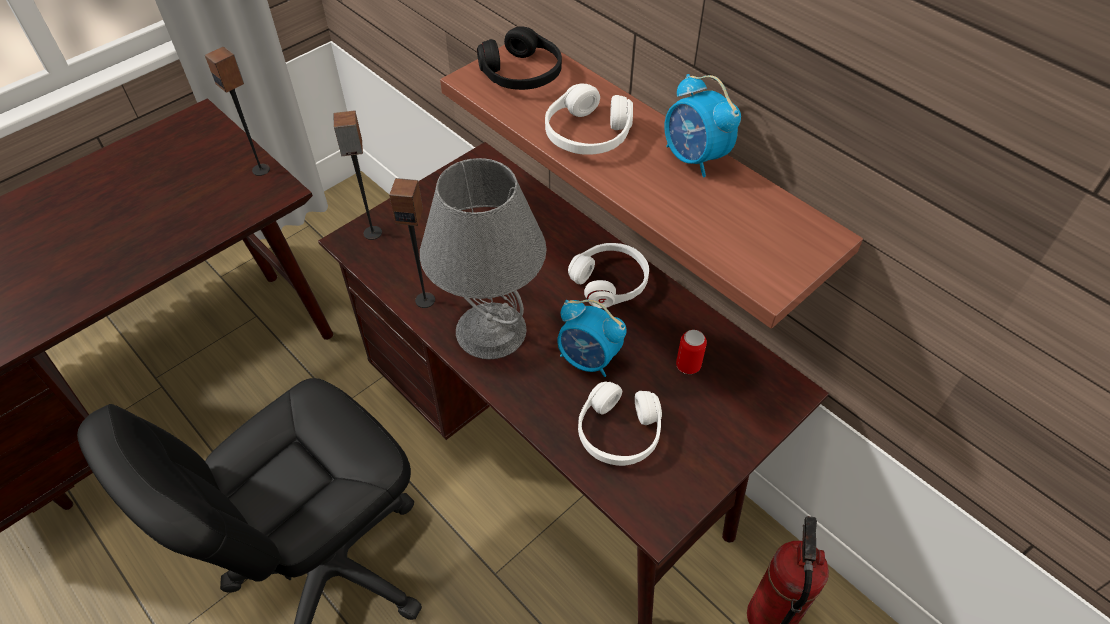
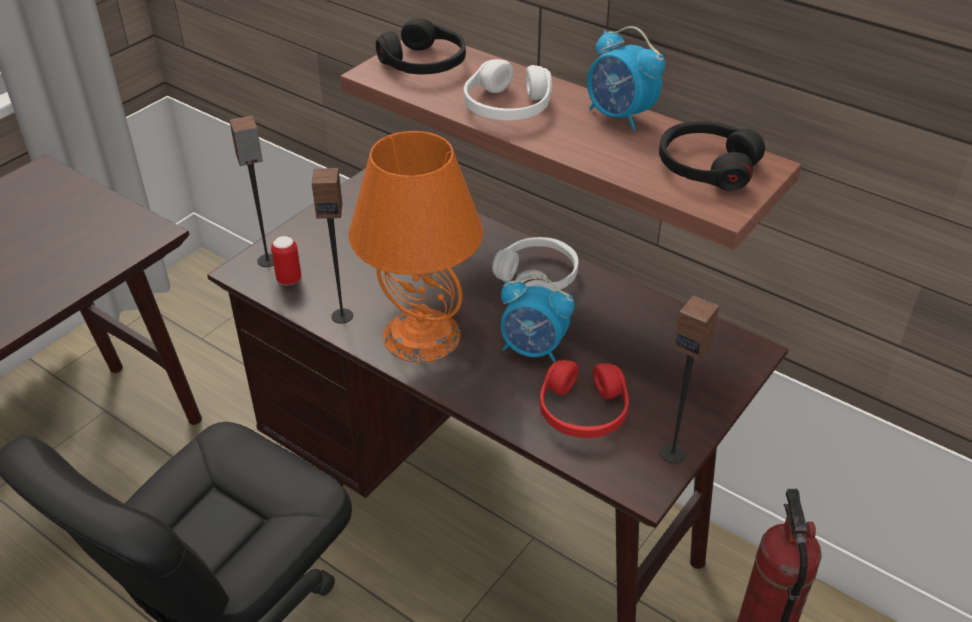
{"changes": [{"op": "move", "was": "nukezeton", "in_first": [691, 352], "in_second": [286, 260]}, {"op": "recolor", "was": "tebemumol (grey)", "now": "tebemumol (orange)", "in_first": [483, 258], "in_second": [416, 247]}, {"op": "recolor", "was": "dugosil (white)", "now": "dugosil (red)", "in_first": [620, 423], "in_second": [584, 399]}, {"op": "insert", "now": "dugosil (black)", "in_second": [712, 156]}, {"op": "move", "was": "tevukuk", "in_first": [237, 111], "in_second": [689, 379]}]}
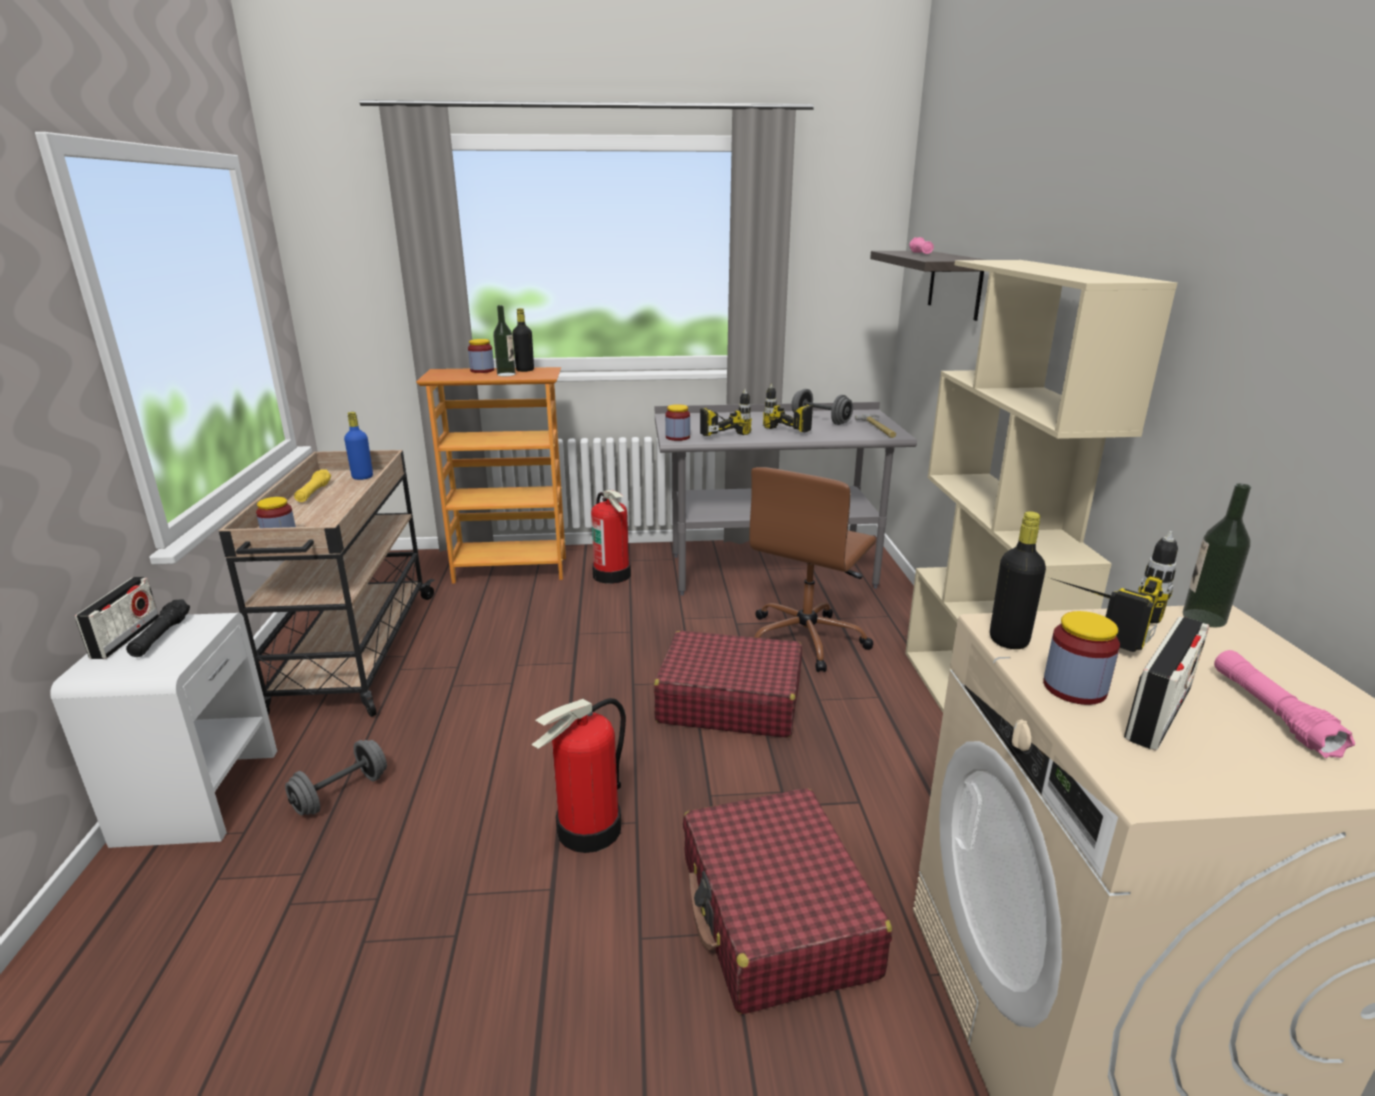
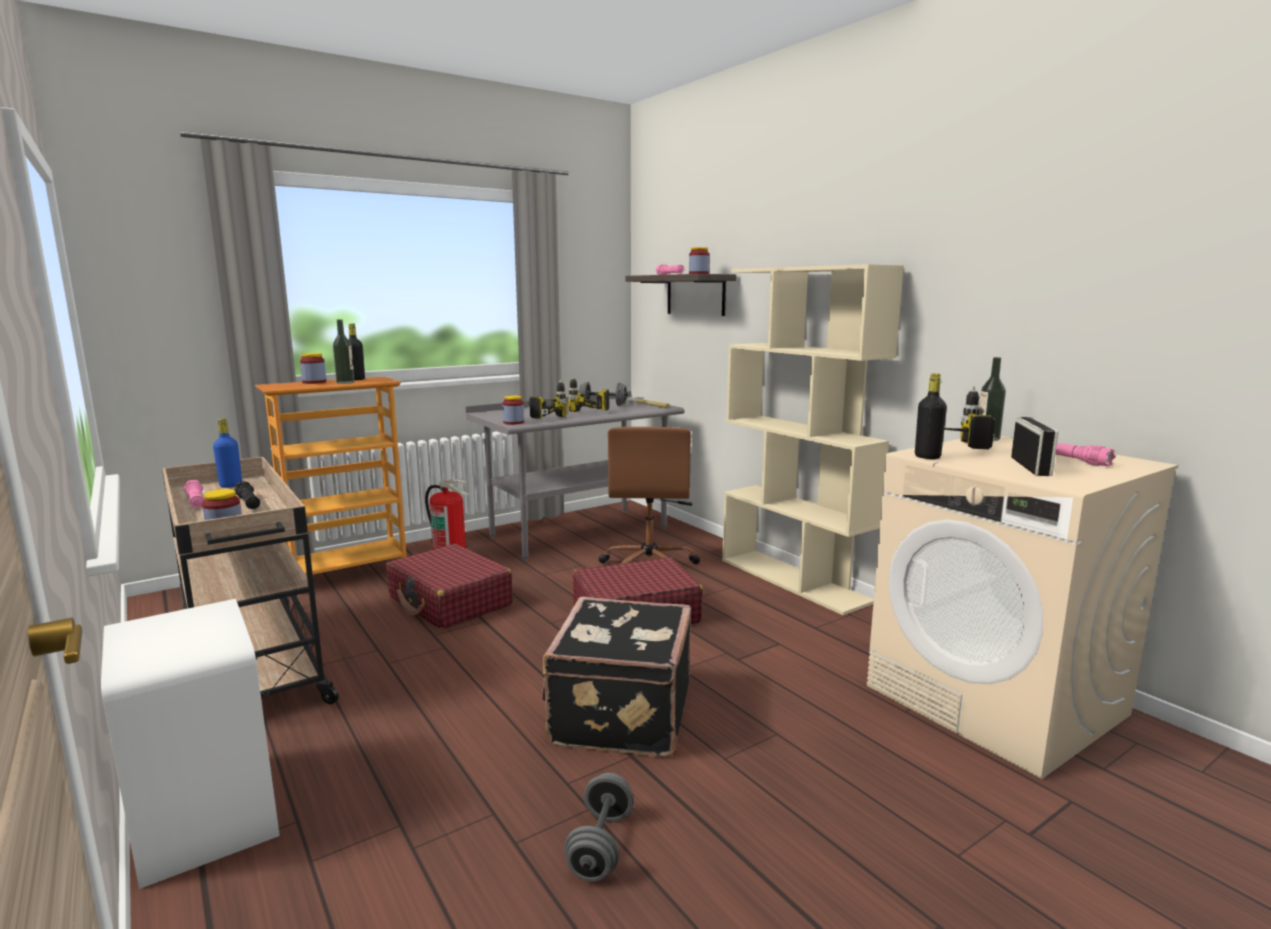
{"changes": [{"op": "recolor", "was": "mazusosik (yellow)", "now": "mazusosik (pink)", "in_first": [312, 486], "in_second": [194, 494]}, {"op": "move", "was": "mazusosik (black)", "in_first": [158, 628], "in_second": [247, 495]}, {"op": "move", "was": "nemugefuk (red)", "in_first": [787, 901], "in_second": [449, 587]}, {"op": "replace", "was": "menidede", "now": "nemugefuk (black)", "in_first": [578, 775], "in_second": [616, 677]}, {"op": "move", "was": "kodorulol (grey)", "in_first": [336, 777], "in_second": [599, 827]}, {"op": "move", "was": "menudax", "in_first": [1081, 658], "in_second": [699, 260]}, {"op": "delete", "was": "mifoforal", "in_first": [117, 618]}]}
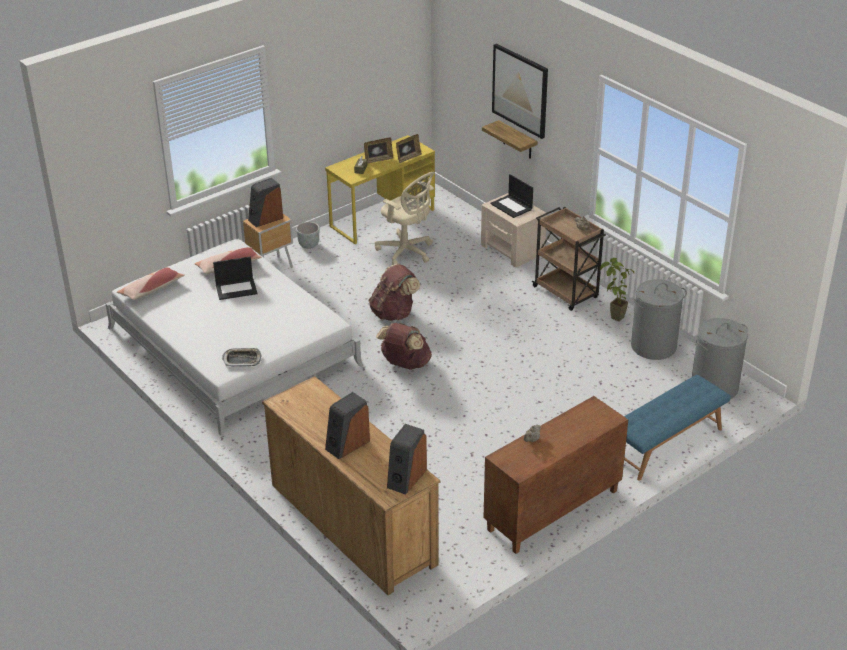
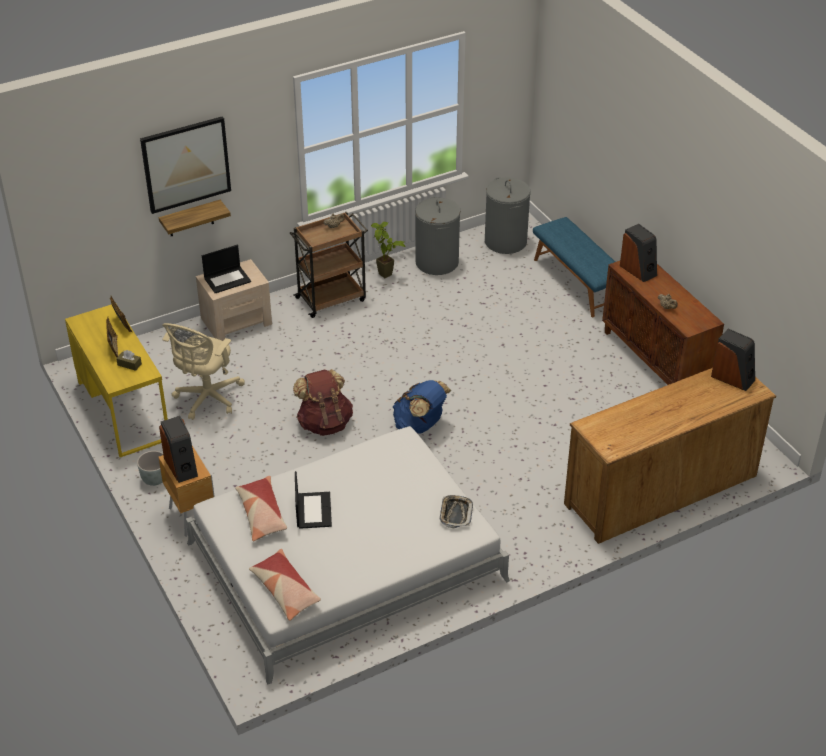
{"changes": [{"op": "rotate", "was": "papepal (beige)", "in_first": [405, 218], "in_second": [203, 371], "clockwise": 150}, {"op": "recolor", "was": "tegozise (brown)", "now": "tegozise (blue)", "in_first": [404, 346], "in_second": [422, 407]}, {"op": "move", "was": "tevukuk", "in_first": [347, 425], "in_second": [638, 253]}]}
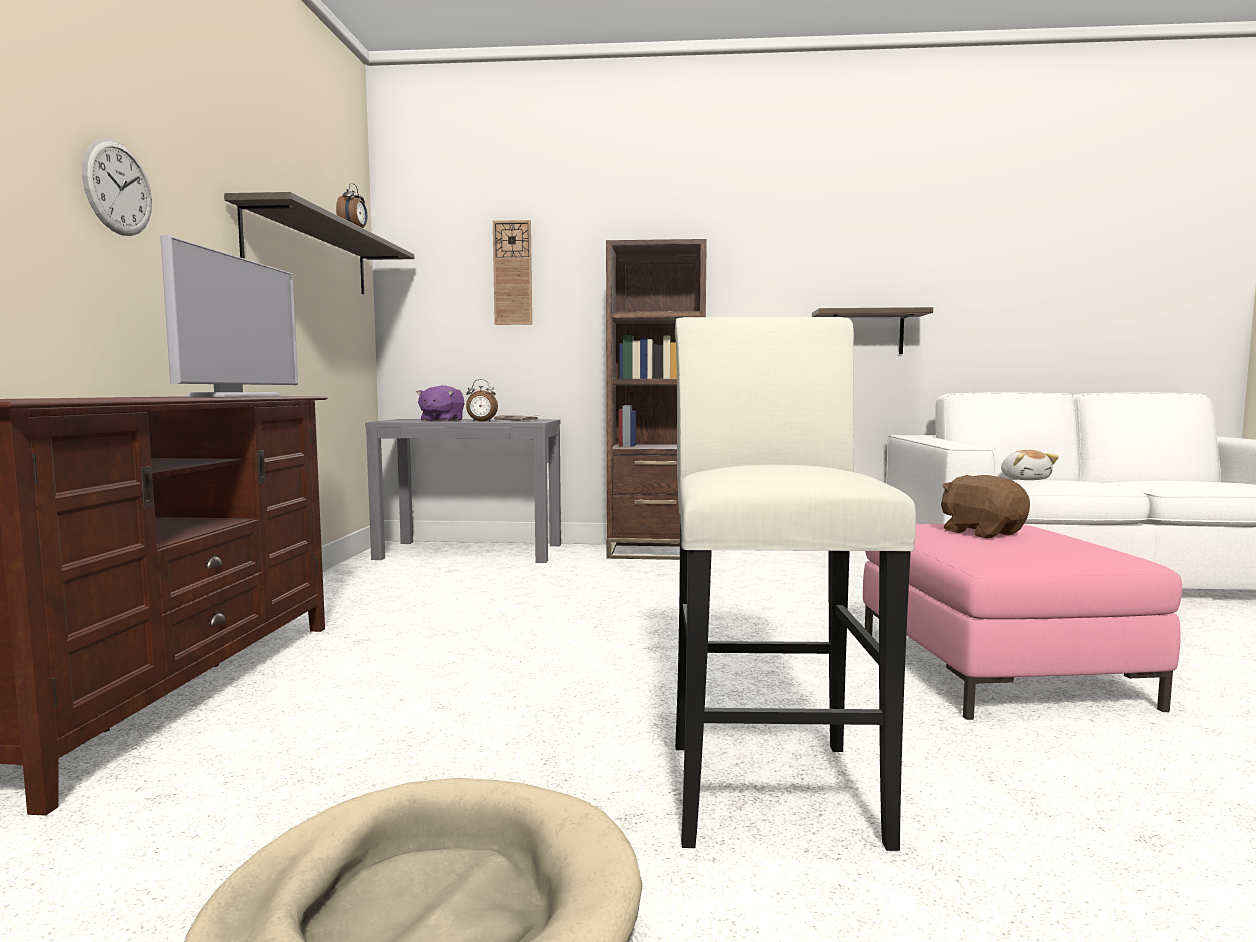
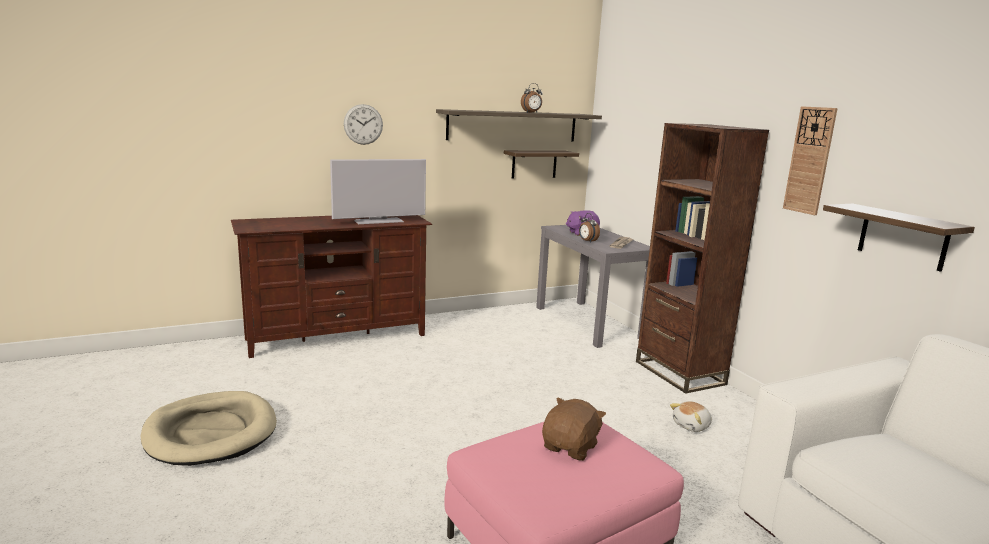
{"changes": [{"op": "insert", "now": "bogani", "in_second": [541, 164]}, {"op": "move", "was": "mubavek", "in_first": [1030, 465], "in_second": [691, 416]}, {"op": "move", "was": "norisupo", "in_first": [512, 272], "in_second": [810, 160]}, {"op": "delete", "was": "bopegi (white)", "in_first": [795, 584]}]}
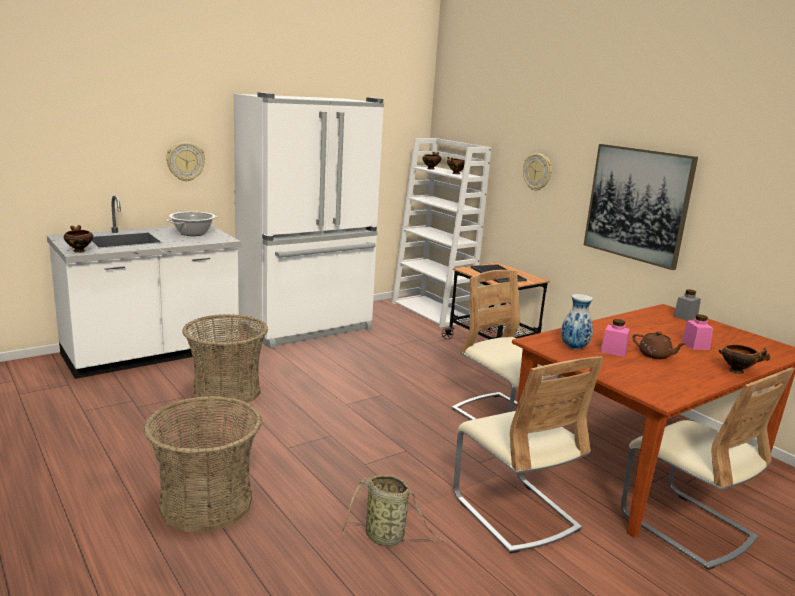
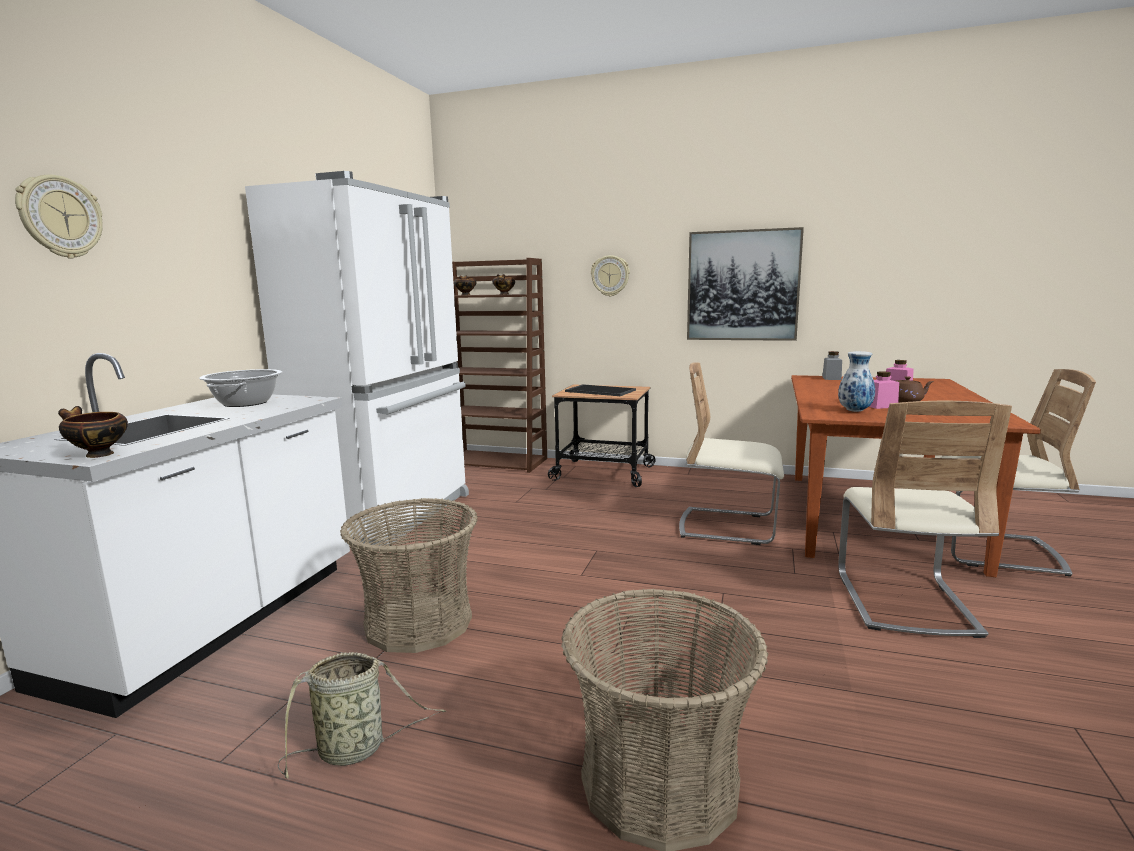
{"changes": [{"op": "move", "was": "norisupo", "in_first": [185, 162], "in_second": [59, 217]}, {"op": "move", "was": "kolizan", "in_first": [394, 510], "in_second": [362, 715]}, {"op": "recolor", "was": "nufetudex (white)", "now": "nufetudex (brown)", "in_first": [442, 233], "in_second": [499, 365]}, {"op": "rotate", "was": "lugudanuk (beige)", "in_first": [528, 455], "in_second": [925, 519], "clockwise": 75}, {"op": "delete", "was": "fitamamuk", "in_first": [745, 359]}]}
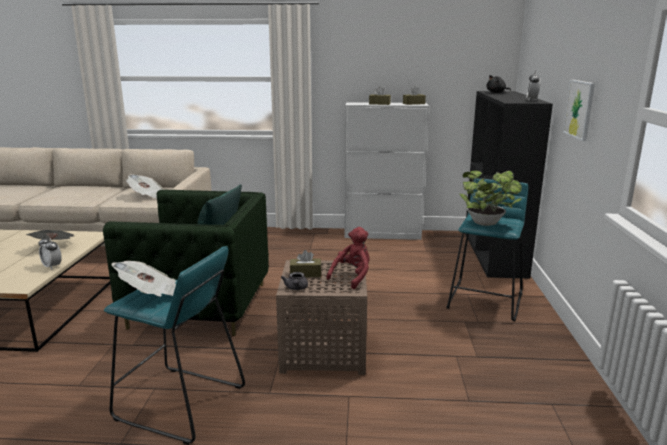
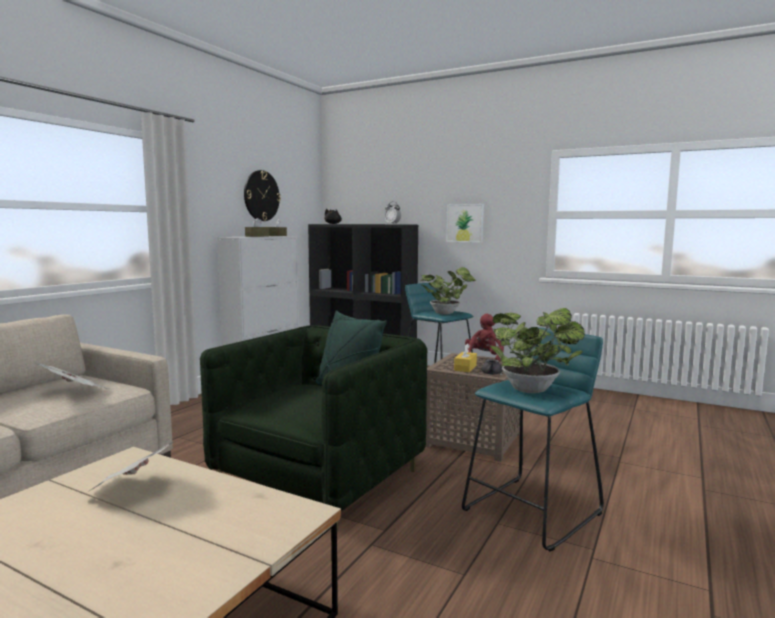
{"changes": [{"op": "insert", "now": "norisupo", "in_second": [262, 195]}, {"op": "recolor", "was": "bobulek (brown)", "now": "bobulek (yellow)", "in_first": [306, 263], "in_second": [465, 357]}, {"op": "rotate", "was": "mubavek (red)", "in_first": [347, 258], "in_second": [484, 337], "clockwise": 45}, {"op": "replace", "was": "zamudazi", "now": "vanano", "in_first": [144, 279], "in_second": [537, 350]}, {"op": "delete", "was": "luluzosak", "in_first": [50, 252]}]}
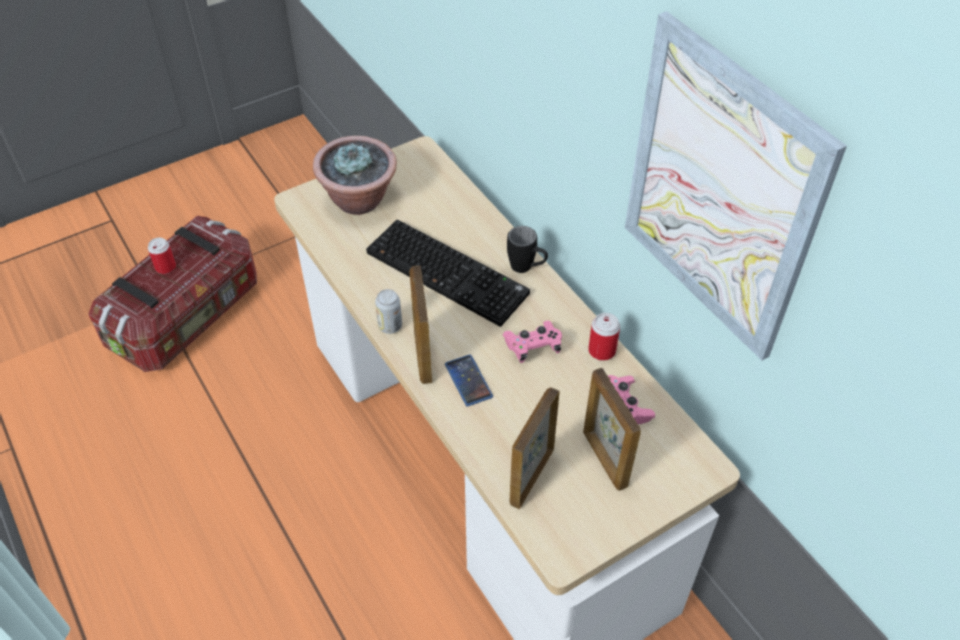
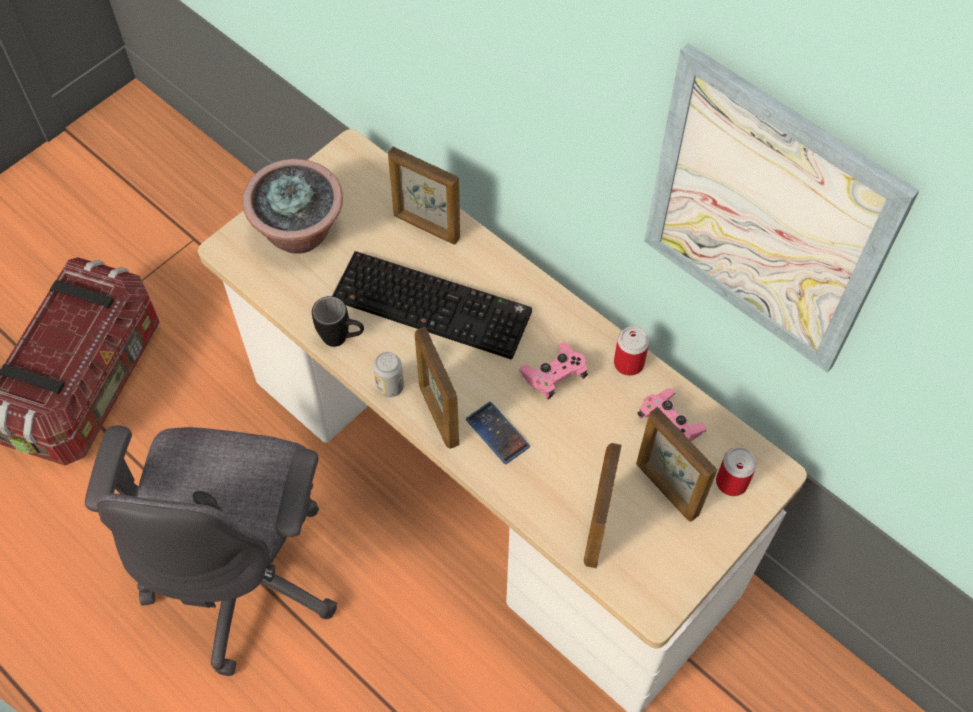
{"changes": [{"op": "insert", "now": "papepal (grey)", "in_second": [211, 550]}, {"op": "move", "was": "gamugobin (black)", "in_first": [527, 249], "in_second": [338, 321]}, {"op": "insert", "now": "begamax", "in_second": [424, 195]}, {"op": "move", "was": "nukezeton", "in_first": [162, 256], "in_second": [736, 471]}]}
